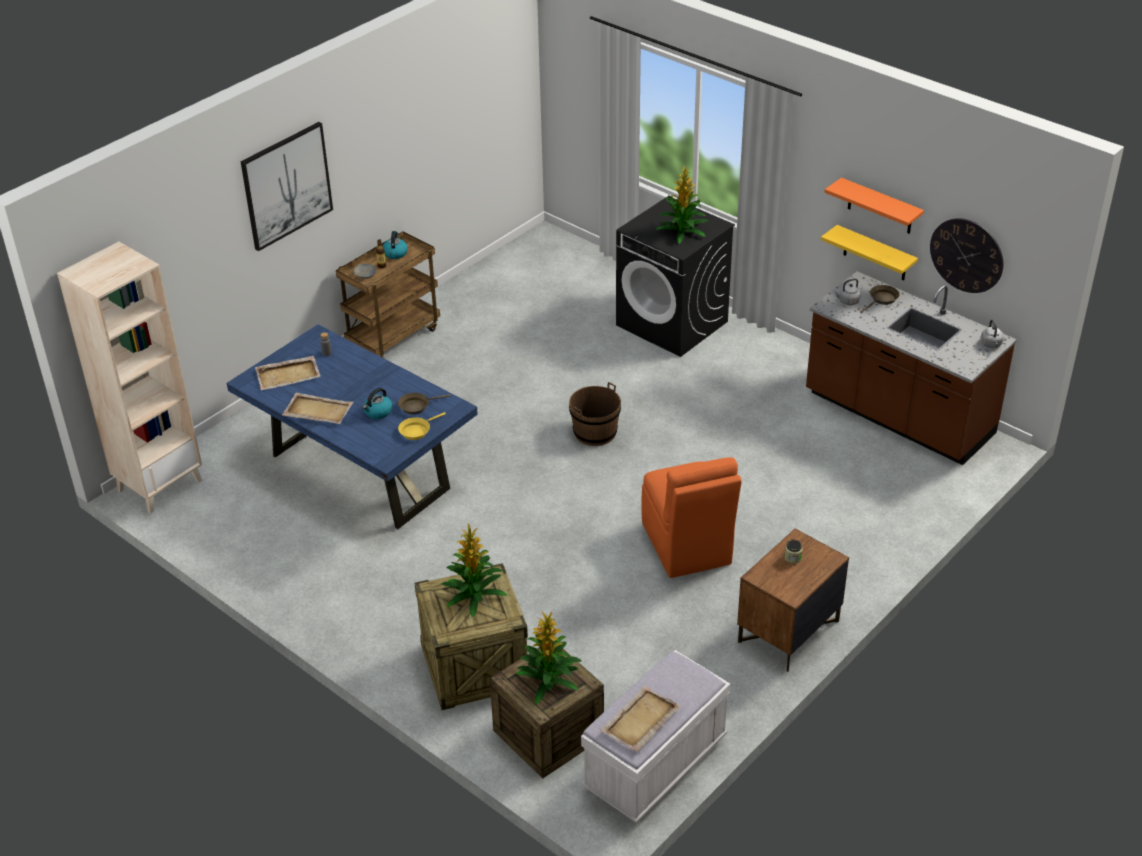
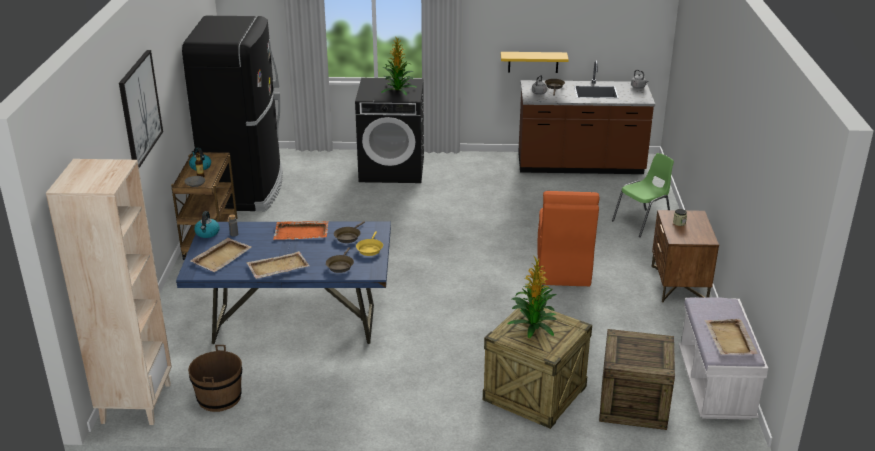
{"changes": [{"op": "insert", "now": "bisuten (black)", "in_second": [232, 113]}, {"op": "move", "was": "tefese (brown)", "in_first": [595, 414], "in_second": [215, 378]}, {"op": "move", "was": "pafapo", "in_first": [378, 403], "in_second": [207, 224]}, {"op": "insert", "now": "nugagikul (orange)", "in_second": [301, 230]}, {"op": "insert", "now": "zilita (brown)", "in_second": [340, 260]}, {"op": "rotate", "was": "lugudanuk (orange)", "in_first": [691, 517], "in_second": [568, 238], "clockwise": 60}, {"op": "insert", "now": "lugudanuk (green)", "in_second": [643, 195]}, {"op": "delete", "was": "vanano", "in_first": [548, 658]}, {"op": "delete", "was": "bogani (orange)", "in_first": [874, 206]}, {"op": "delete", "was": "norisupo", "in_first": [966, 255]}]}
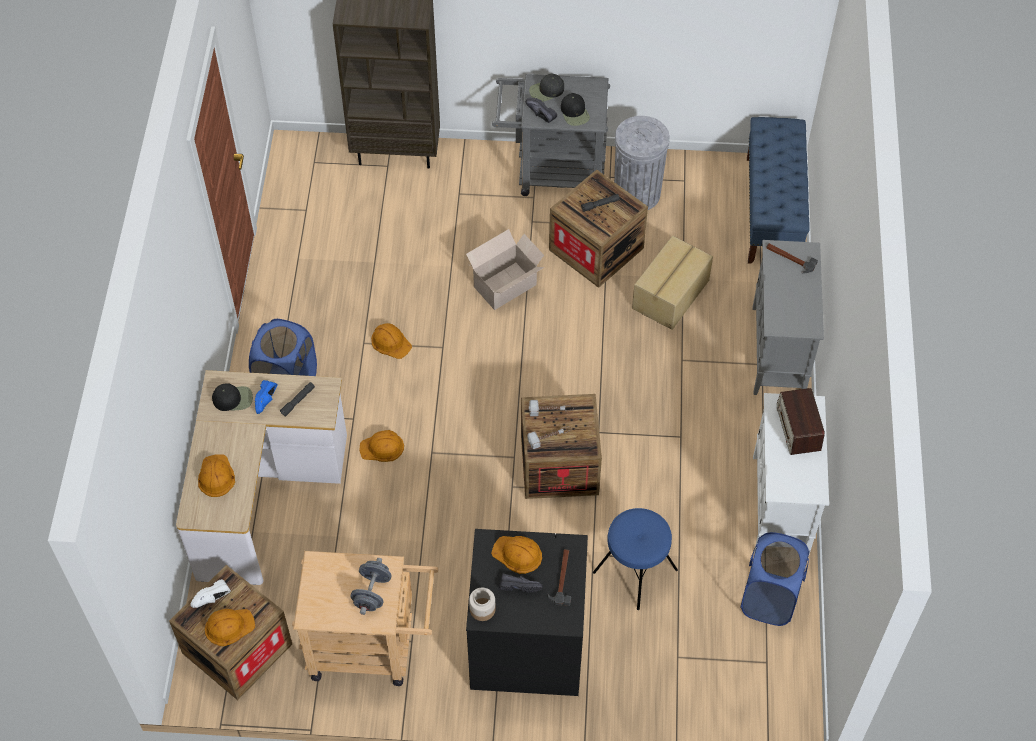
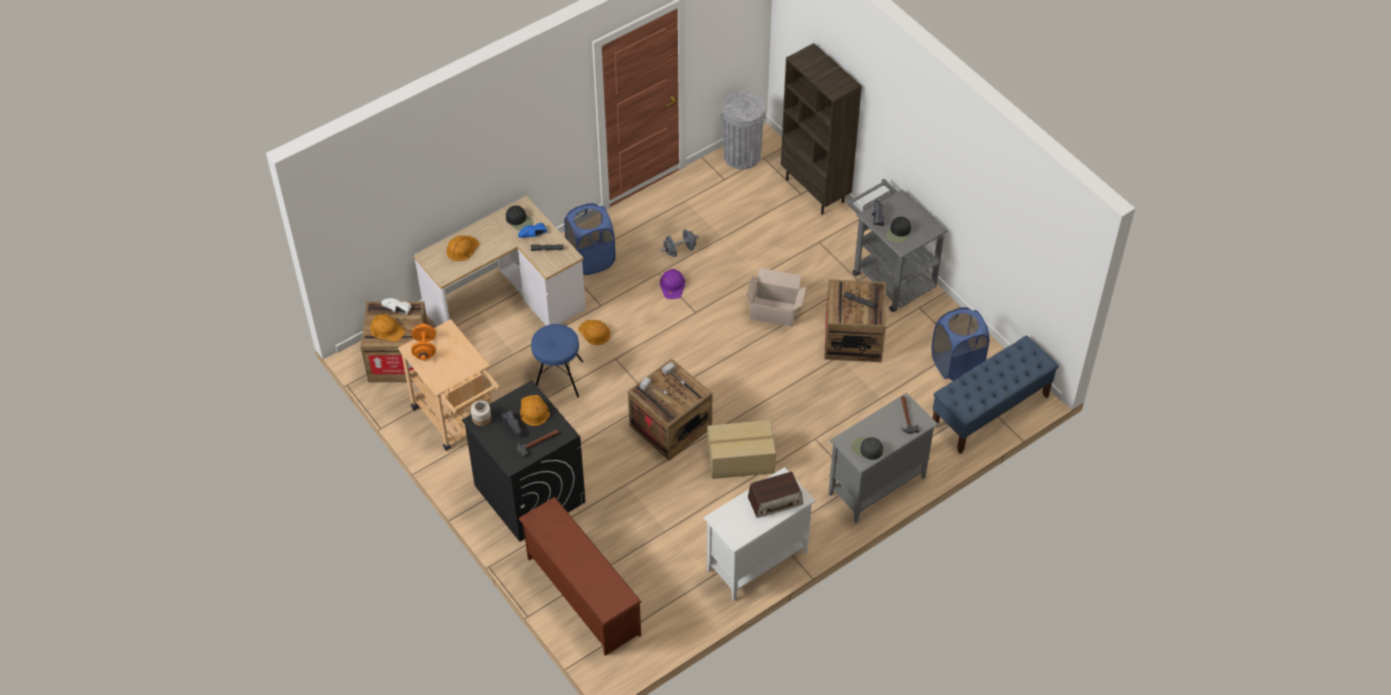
{"changes": [{"op": "insert", "now": "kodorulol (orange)", "in_second": [423, 342]}, {"op": "insert", "now": "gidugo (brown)", "in_second": [579, 576]}, {"op": "move", "was": "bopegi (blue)", "in_first": [635, 559], "in_second": [557, 360]}, {"op": "recolor", "was": "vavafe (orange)", "now": "vavafe (purple)", "in_first": [391, 341], "in_second": [672, 284]}, {"op": "move", "was": "kodorulol (grey)", "in_first": [371, 586], "in_second": [680, 243]}, {"op": "move", "was": "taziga", "in_first": [672, 283], "in_second": [741, 449]}, {"op": "move", "was": "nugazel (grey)", "in_first": [642, 163], "in_second": [743, 130]}, {"op": "rotate", "was": "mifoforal", "in_first": [801, 421], "in_second": [775, 495], "clockwise": -150}, {"op": "move", "was": "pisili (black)", "in_first": [546, 88], "in_second": [867, 448]}, {"op": "move", "was": "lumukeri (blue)", "in_first": [775, 579], "in_second": [960, 344]}]}
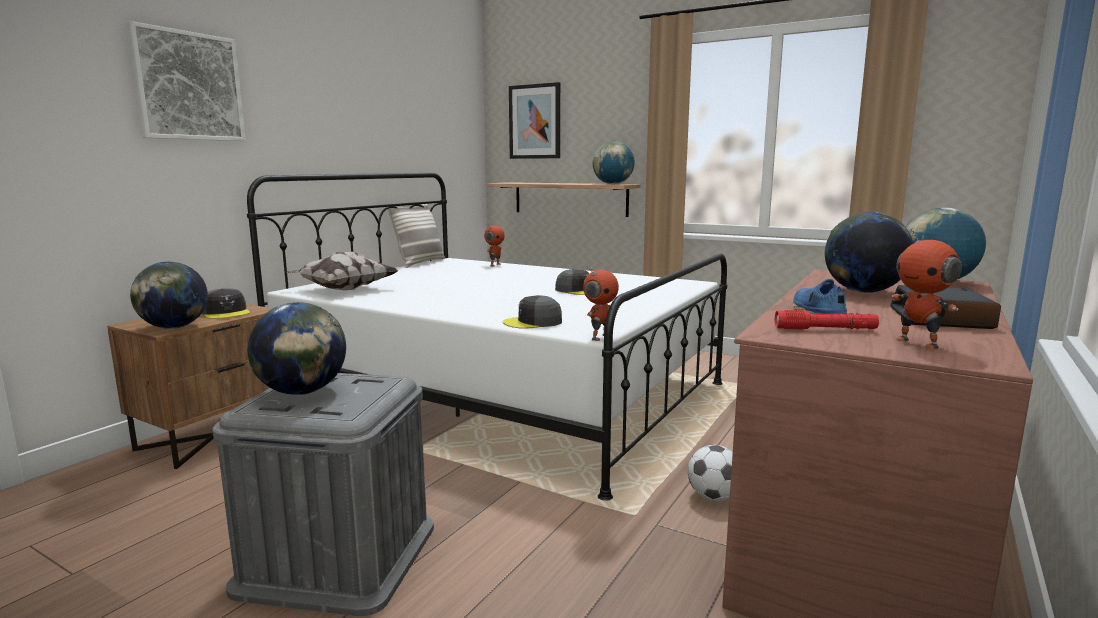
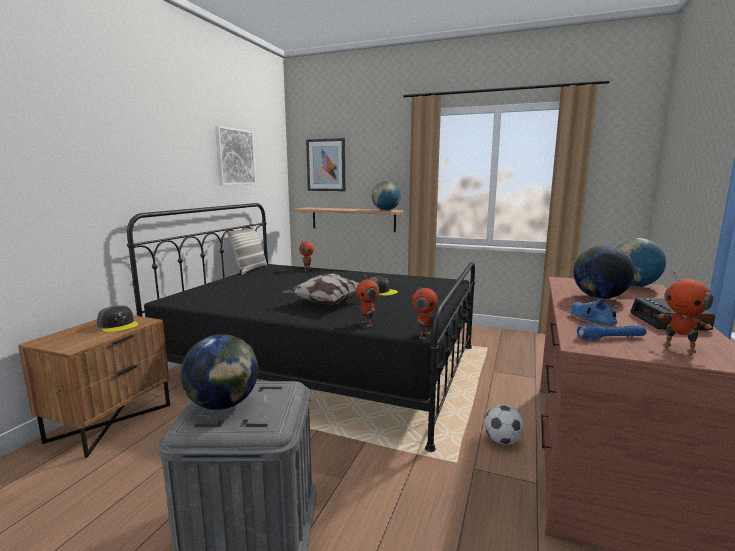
{"changes": [{"op": "recolor", "was": "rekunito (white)", "now": "rekunito (black)", "in_first": [487, 337], "in_second": [301, 327]}, {"op": "move", "was": "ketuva", "in_first": [186, 81], "in_second": [235, 155]}, {"op": "move", "was": "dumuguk", "in_first": [343, 271], "in_second": [320, 288]}, {"op": "replace", "was": "pisili (grey)", "now": "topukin", "in_first": [532, 312], "in_second": [367, 300]}, {"op": "recolor", "was": "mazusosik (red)", "now": "mazusosik (blue)", "in_first": [827, 320], "in_second": [612, 332]}, {"op": "delete", "was": "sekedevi", "in_first": [169, 295]}]}
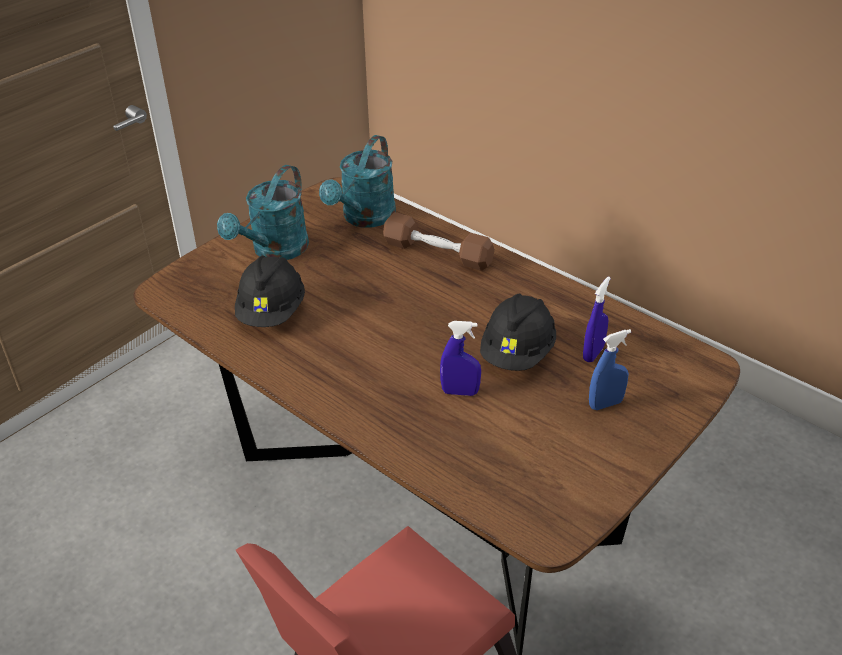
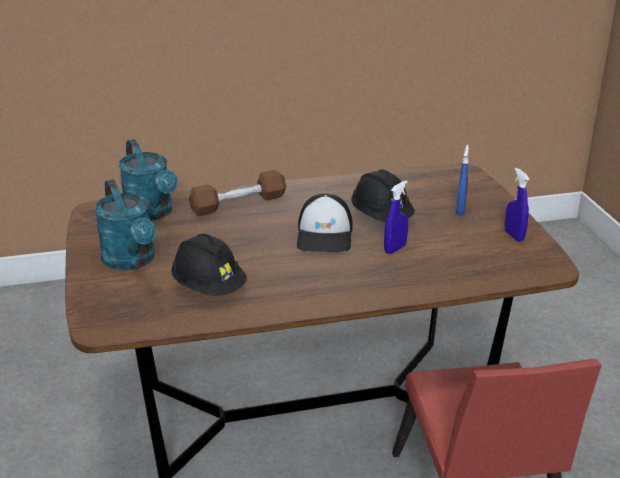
{"changes": [{"op": "insert", "now": "pisili", "in_second": [325, 223]}, {"op": "move", "was": "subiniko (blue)", "in_first": [597, 319], "in_second": [517, 205]}]}
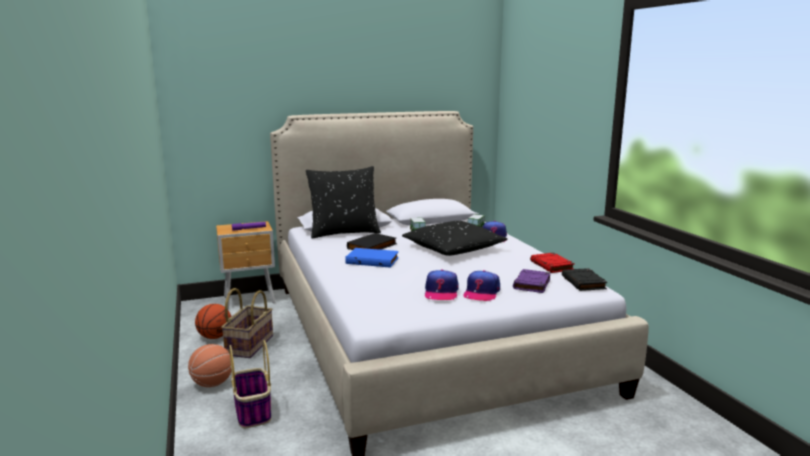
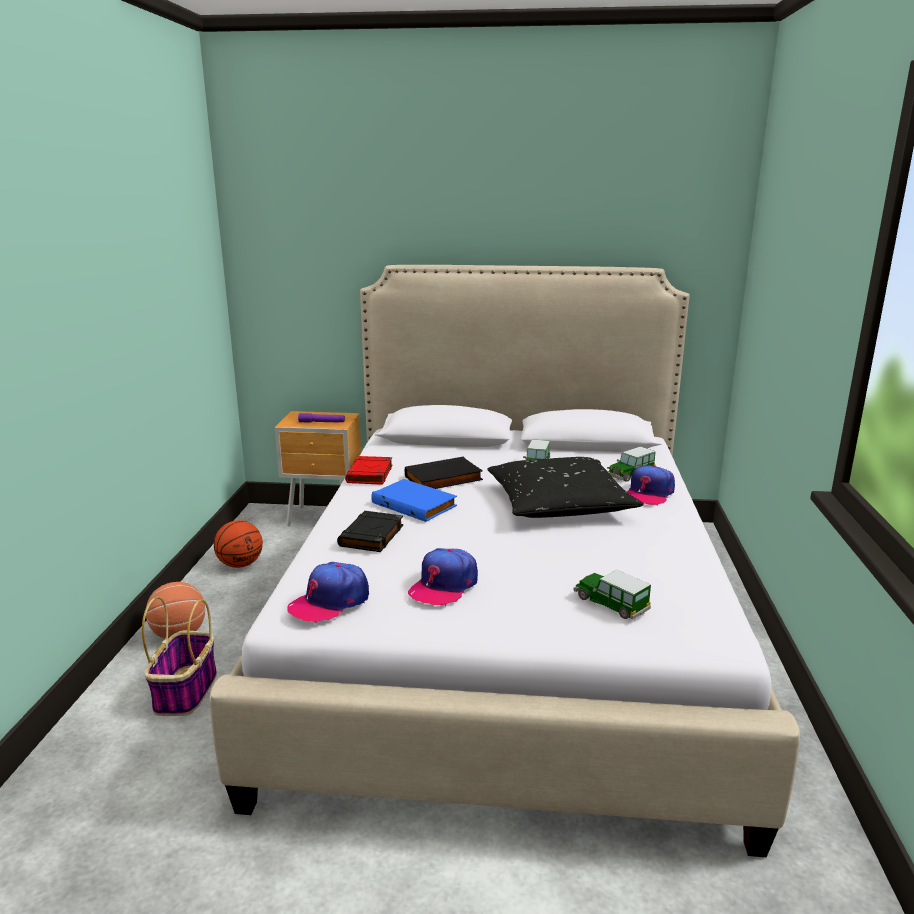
{"changes": [{"op": "move", "was": "pisili", "in_first": [481, 285], "in_second": [328, 592]}, {"op": "move", "was": "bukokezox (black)", "in_first": [584, 279], "in_second": [370, 531]}, {"op": "move", "was": "bukokezox (red)", "in_first": [552, 263], "in_second": [368, 470]}, {"op": "replace", "was": "bukokezox (purple)", "now": "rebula", "in_first": [532, 281], "in_second": [612, 595]}, {"op": "delete", "was": "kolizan", "in_first": [247, 323]}, {"op": "delete", "was": "dumuguk (black)", "in_first": [343, 202]}]}
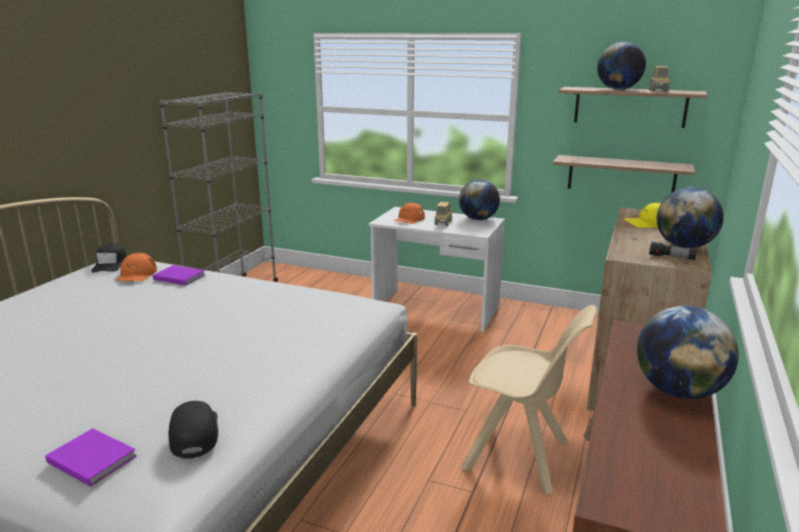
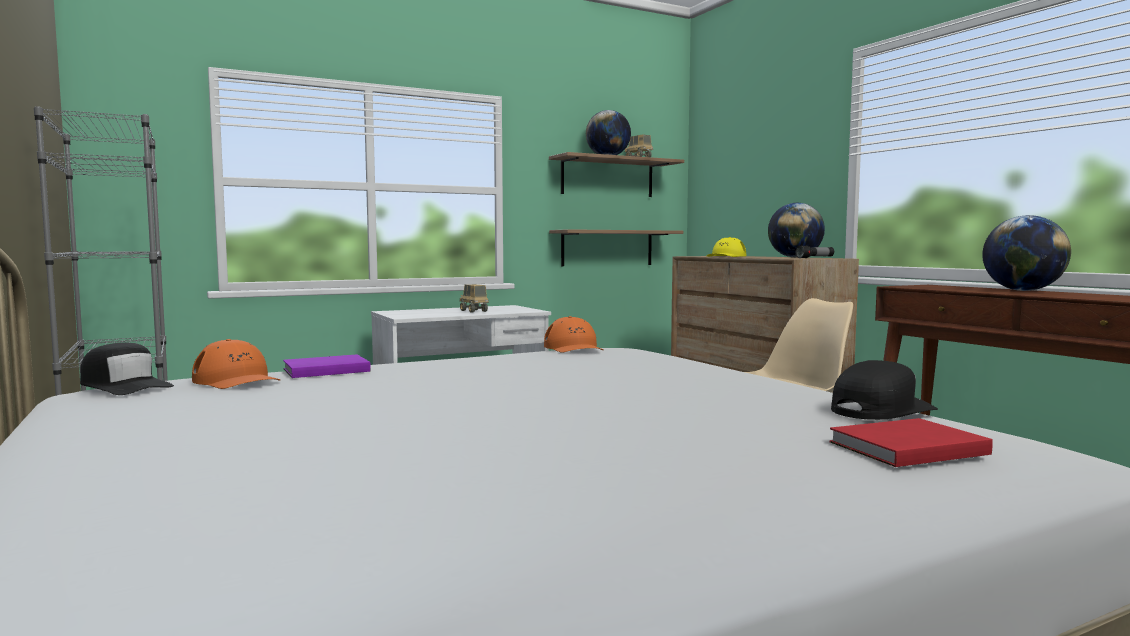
{"changes": [{"op": "move", "was": "pisili (orange)", "in_first": [409, 213], "in_second": [573, 334]}, {"op": "recolor", "was": "bukokezox (purple)", "now": "bukokezox (red)", "in_first": [91, 457], "in_second": [911, 442]}, {"op": "rotate", "was": "pisili (black)", "in_first": [193, 430], "in_second": [884, 390], "clockwise": 120}, {"op": "delete", "was": "sekedevi", "in_first": [479, 199]}]}
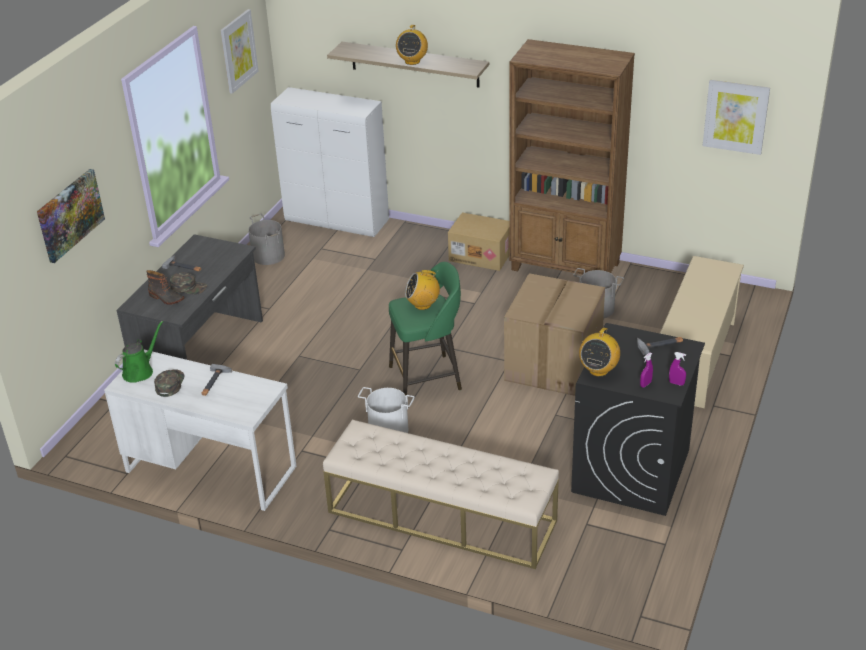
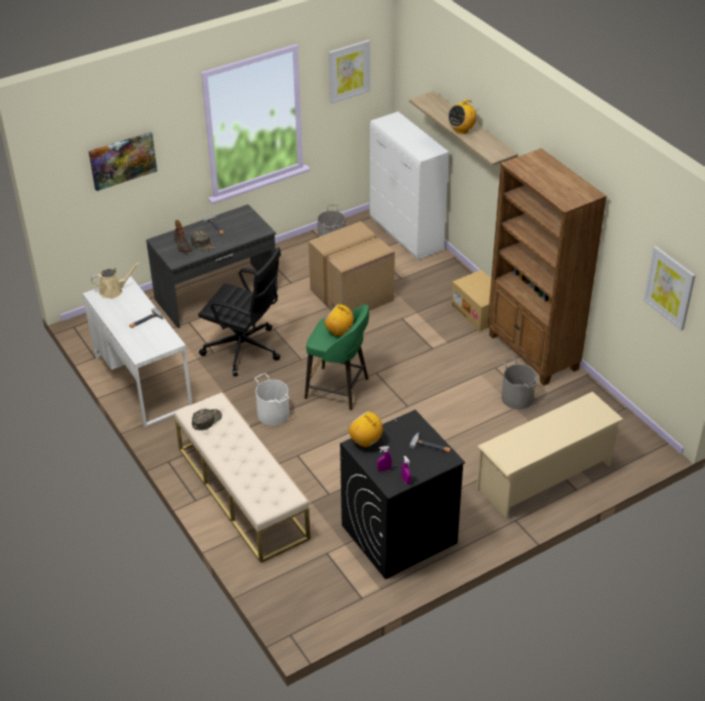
{"changes": [{"op": "recolor", "was": "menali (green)", "now": "menali (beige)", "in_first": [139, 352], "in_second": [115, 280]}, {"op": "move", "was": "pisili (green)", "in_first": [169, 383], "in_second": [207, 419]}, {"op": "insert", "now": "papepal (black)", "in_second": [239, 311]}, {"op": "move", "was": "taziga", "in_first": [554, 334], "in_second": [351, 266]}, {"op": "rotate", "was": "mifoforal", "in_first": [599, 351], "in_second": [366, 429], "clockwise": 75}]}
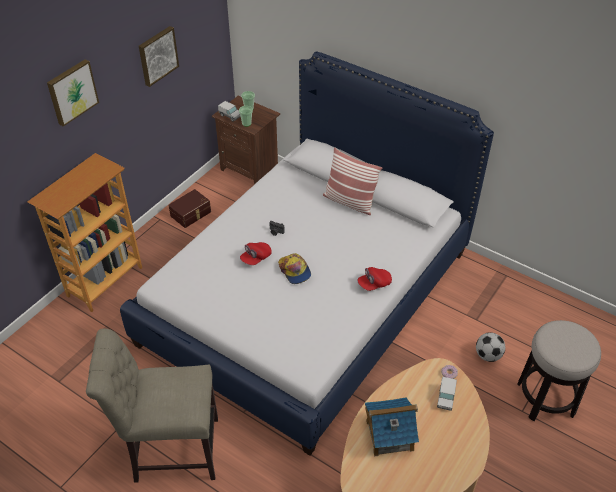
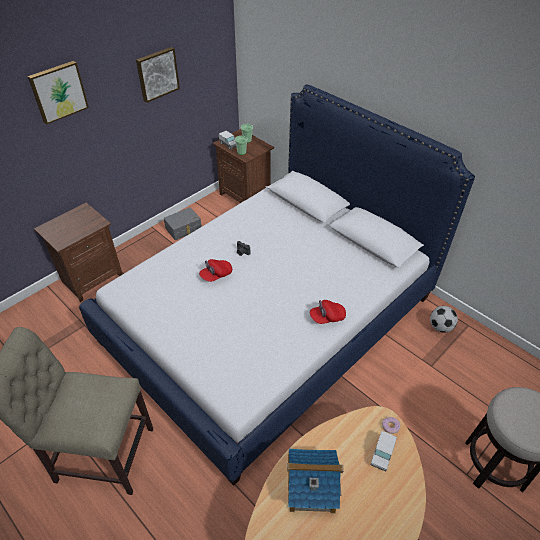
{"changes": [{"op": "replace", "was": "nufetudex", "now": "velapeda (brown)", "in_first": [85, 232], "in_second": [78, 252]}, {"op": "recolor", "was": "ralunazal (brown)", "now": "ralunazal (grey)", "in_first": [190, 208], "in_second": [183, 223]}, {"op": "move", "was": "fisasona", "in_first": [490, 347], "in_second": [444, 319]}, {"op": "delete", "was": "pisili", "in_first": [294, 268]}, {"op": "delete", "was": "dumuguk", "in_first": [352, 181]}]}
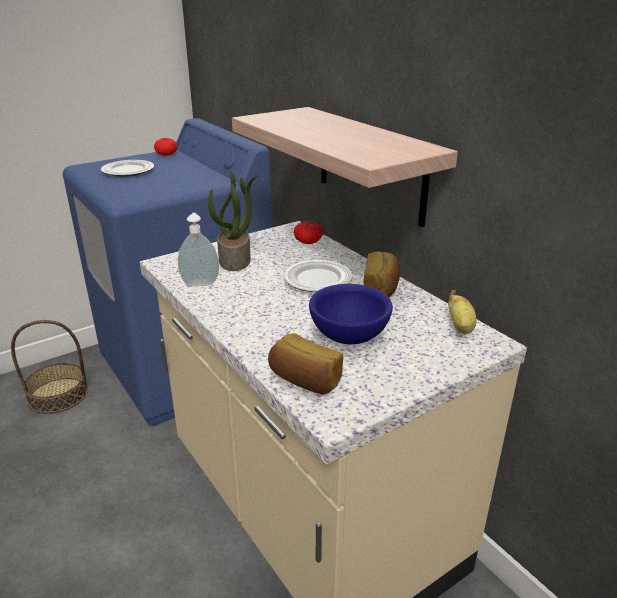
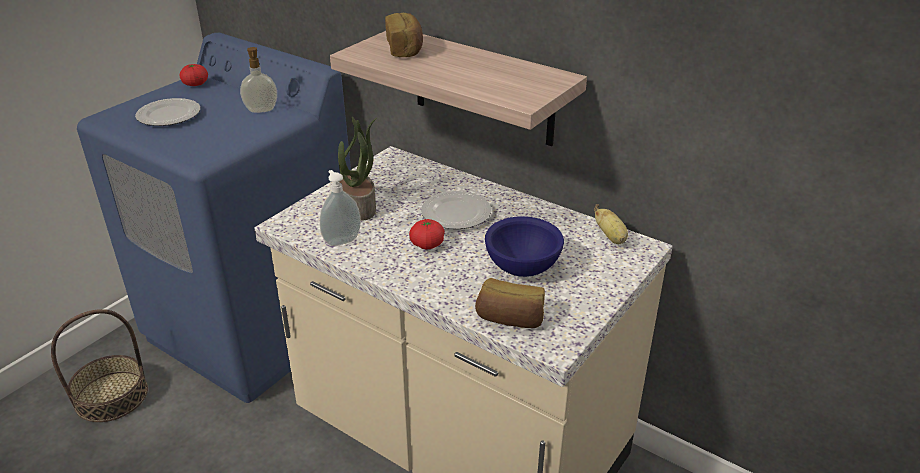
{"changes": [{"op": "insert", "now": "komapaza", "in_second": [258, 80]}, {"op": "move", "was": "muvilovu", "in_first": [382, 274], "in_second": [404, 35]}, {"op": "move", "was": "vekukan", "in_first": [308, 232], "in_second": [427, 234]}]}
